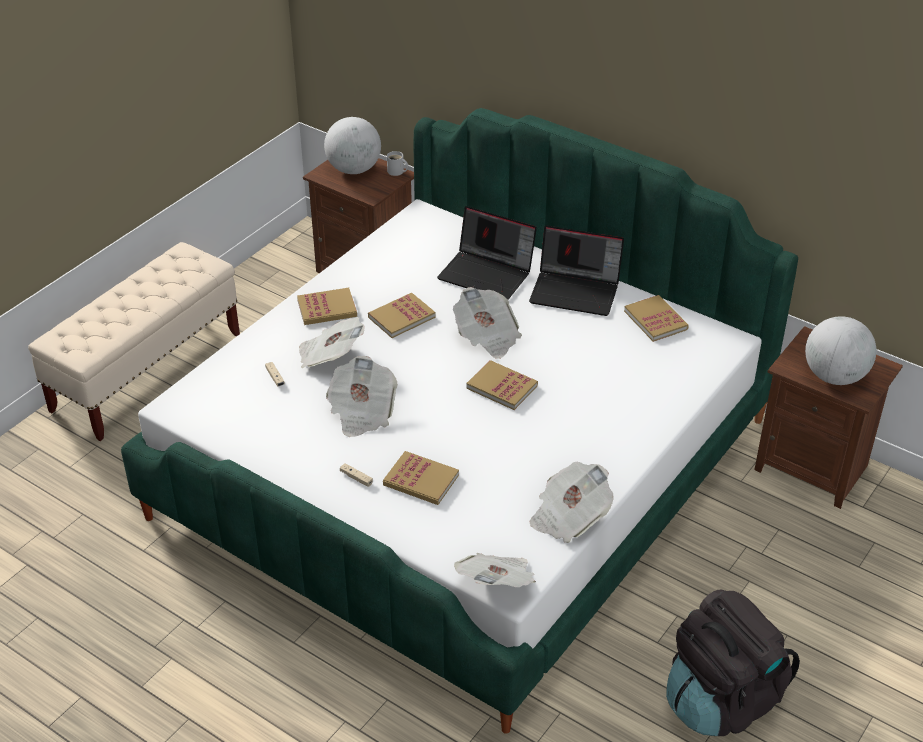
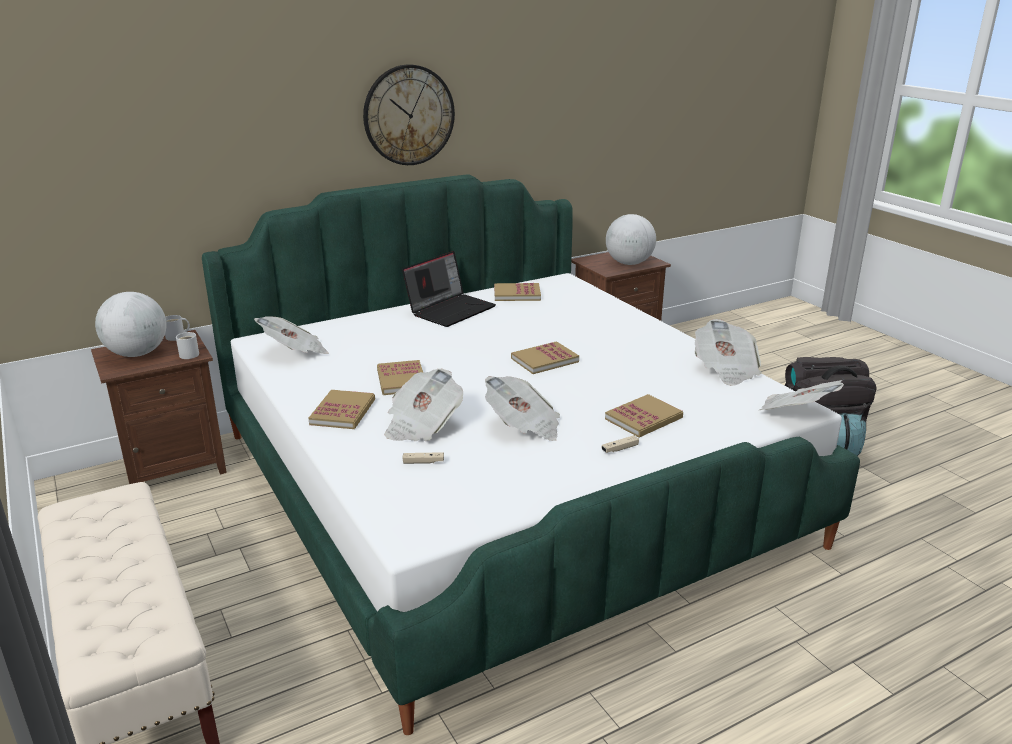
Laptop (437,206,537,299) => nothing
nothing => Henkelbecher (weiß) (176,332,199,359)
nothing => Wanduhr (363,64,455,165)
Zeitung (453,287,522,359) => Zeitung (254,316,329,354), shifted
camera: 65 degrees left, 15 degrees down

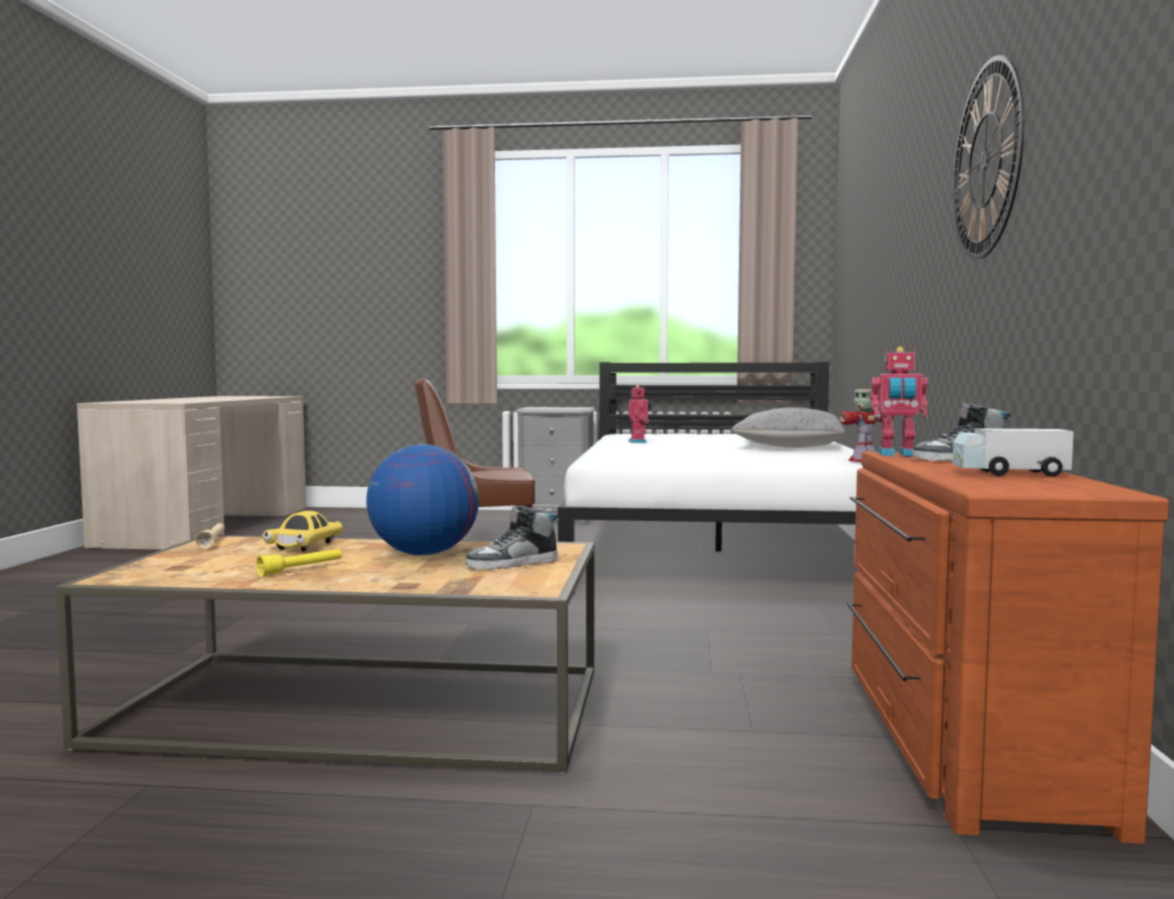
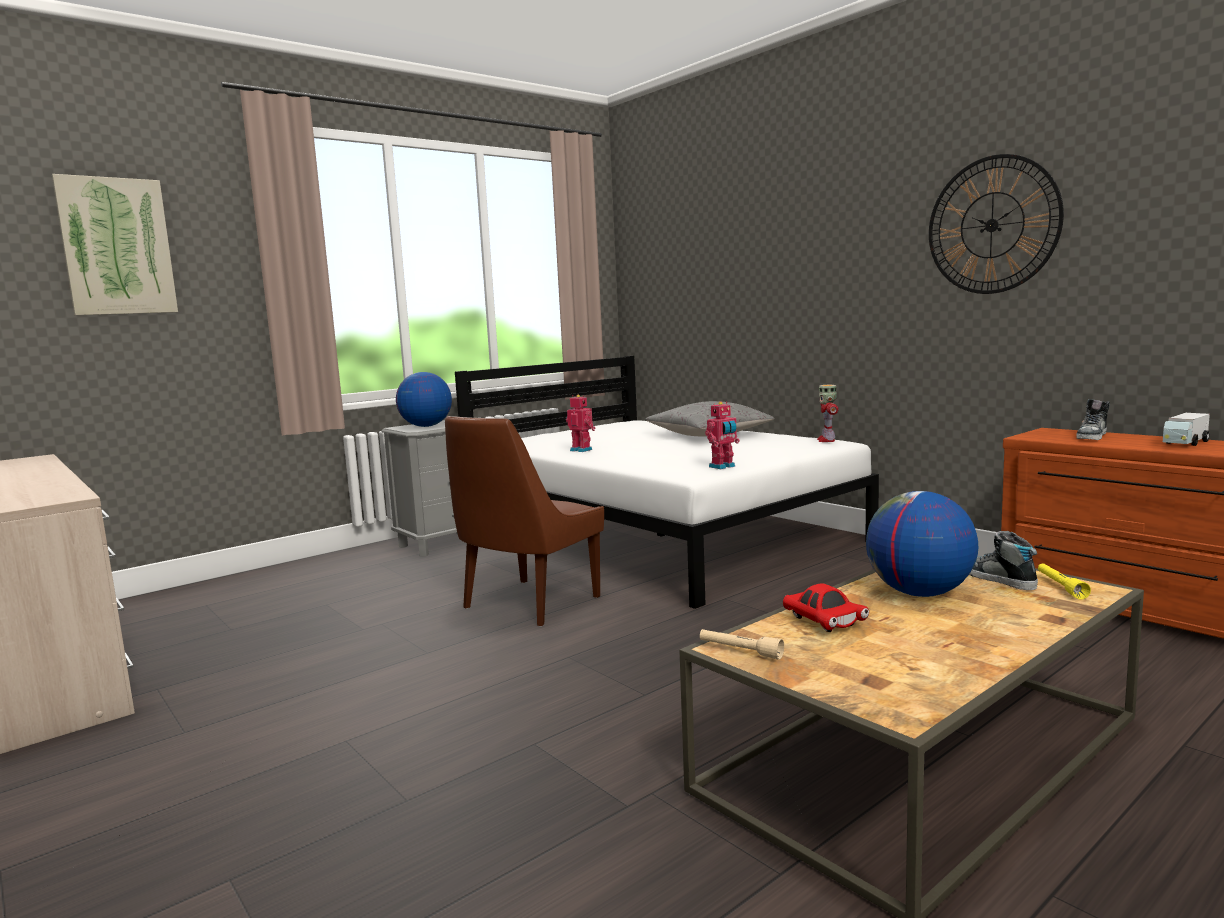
nothing => Bild (52,174,178,315)
nothing => Globus (396,372,452,427)
Taschenlampe (gelb) (256,549,342,576) => Taschenlampe (gelb) (1038,563,1091,600), shifted
Spielzeugroboter (870,346,928,456) => Spielzeugroboter (705,402,740,469), shifted
Spielzeugauto (gelb) (263,511,343,551) => Spielzeugauto (rot) (783,583,869,632)
Schuh (466,505,559,570) => Schuh (969,531,1038,590), 135 degrees clockwise
camera: 45 degrees left, 5 degrees up

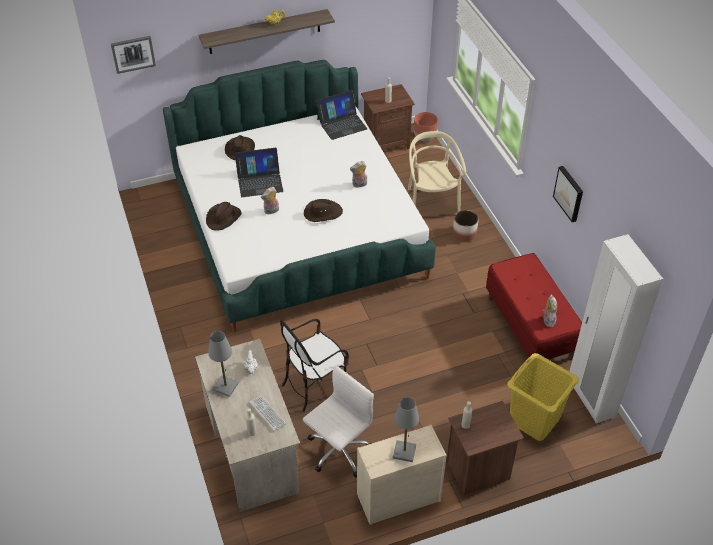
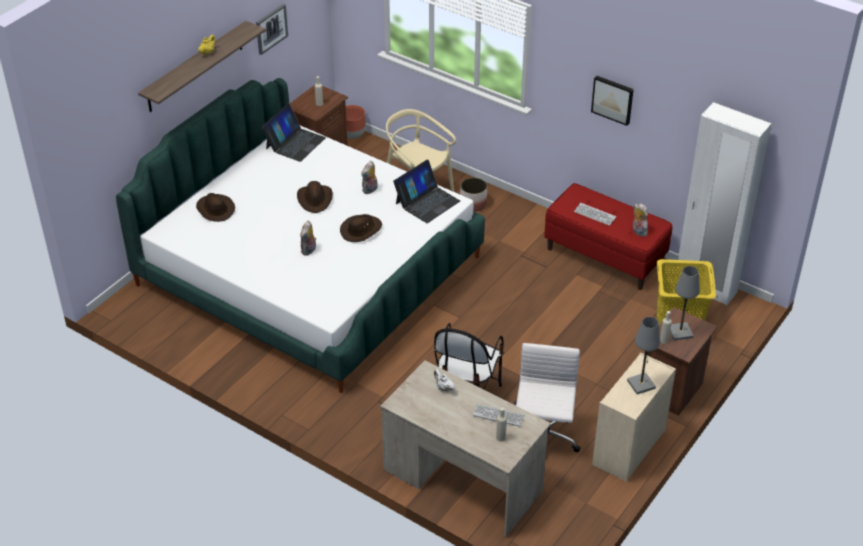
nothing => Tastatur (574,203,616,226)
Bild (111,36,156,74) => Bild (256,4,288,55), shifted
Hut (braun) (206,202,242,231) => Hut (braun) (297,181,333,213), shifted
Tischlampe (grau) (208,331,239,397) => Tischlampe (grau) (670,266,700,341), shifted
Laptop (235,148,284,197) => Laptop (393,160,460,223), shifted
camera: 35 degrees left, 5 degrees down

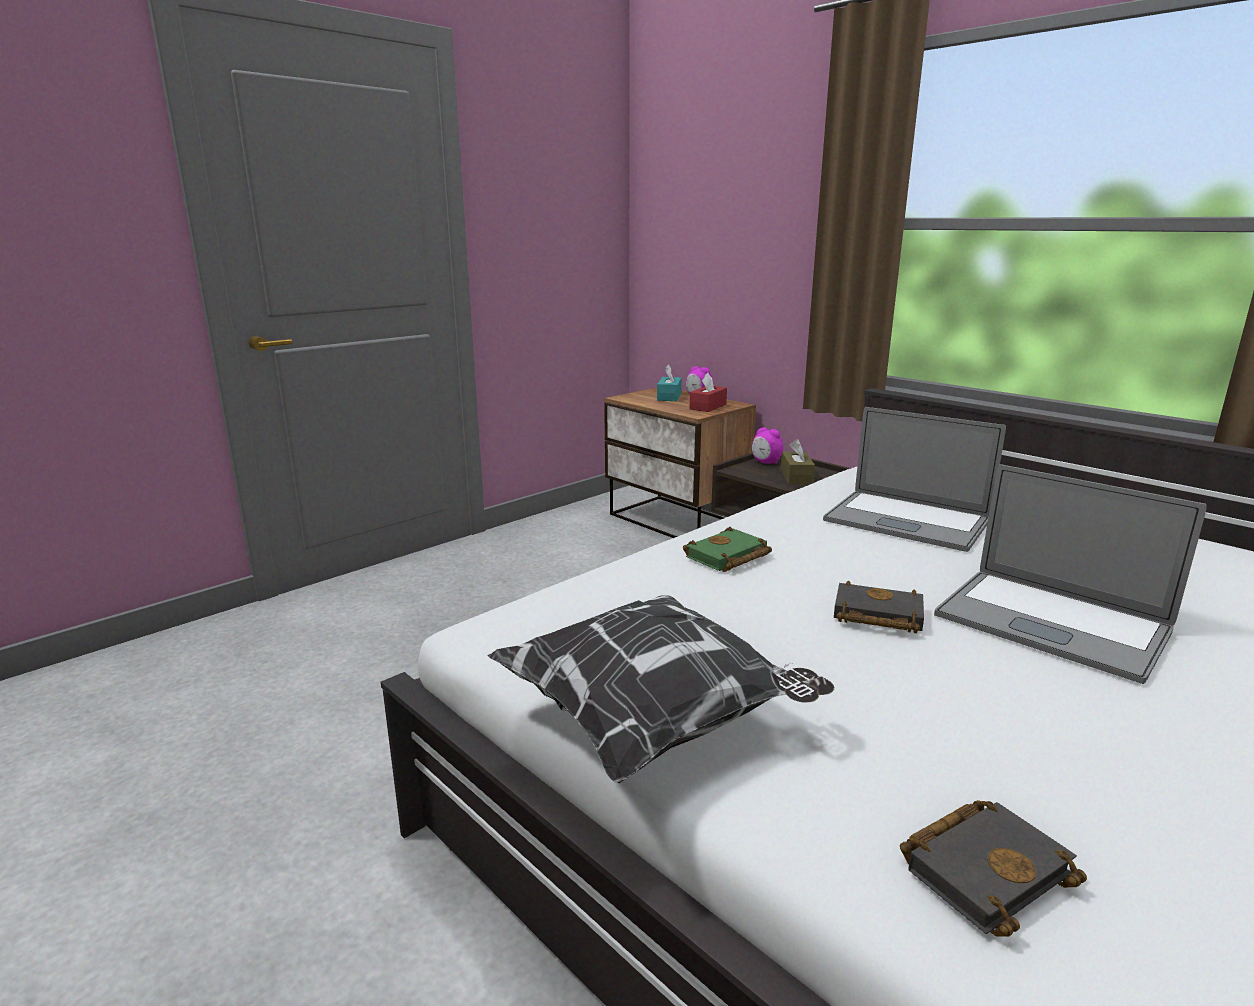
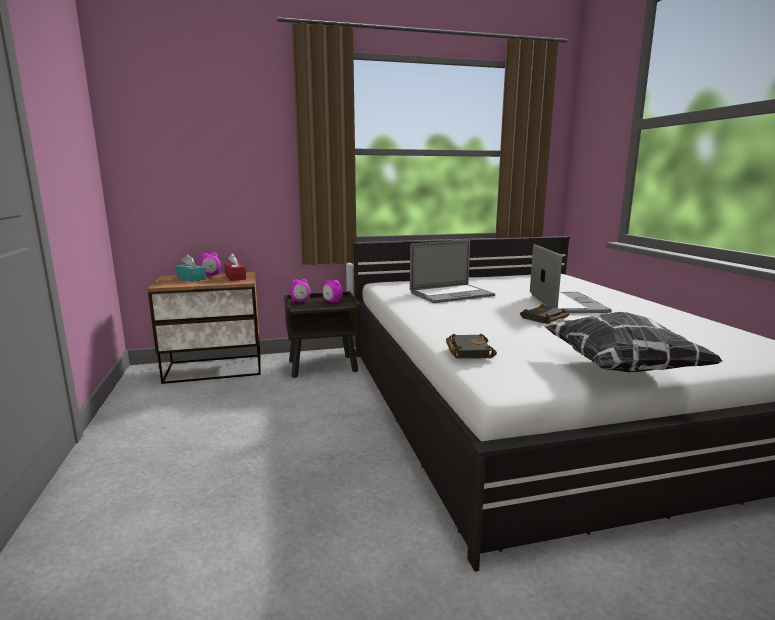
Buch (grün) (683,527,772,572) => nothing
Buch (schwarz) (900,800,1087,937) => Buch (schwarz) (446,334,497,359), shifted
Taschentuchbox (braun) (781,439,815,484) => Wecker (323,279,343,303)
Laptop (934,464,1207,684) => Laptop (530,244,612,313), 75 degrees counterclockwise
camera: 60 degrees left, 5 degrees down

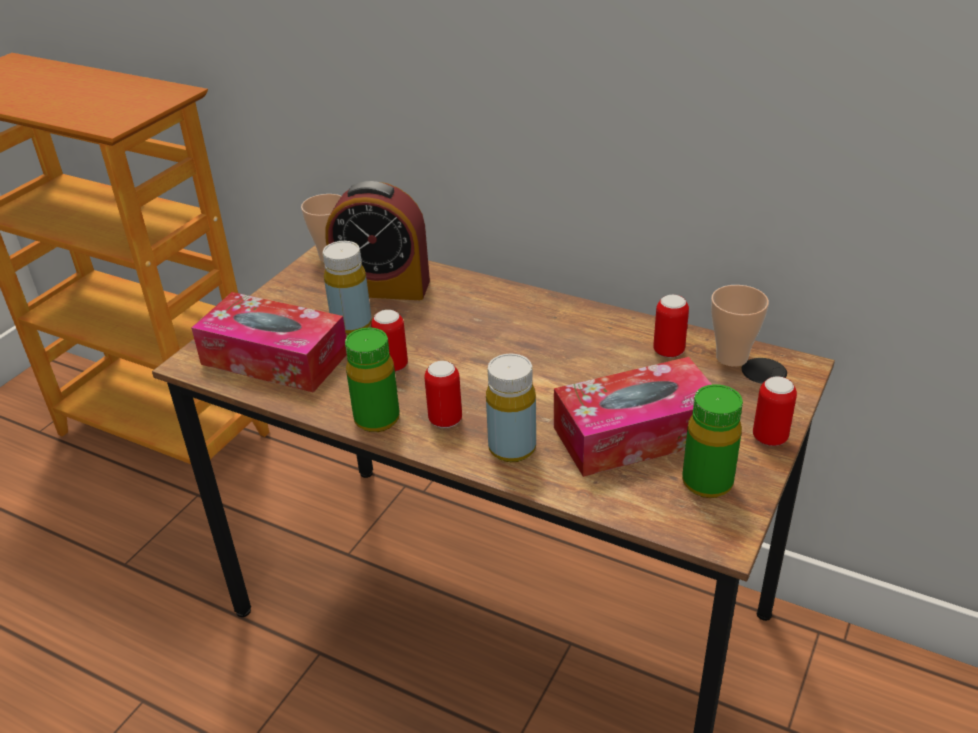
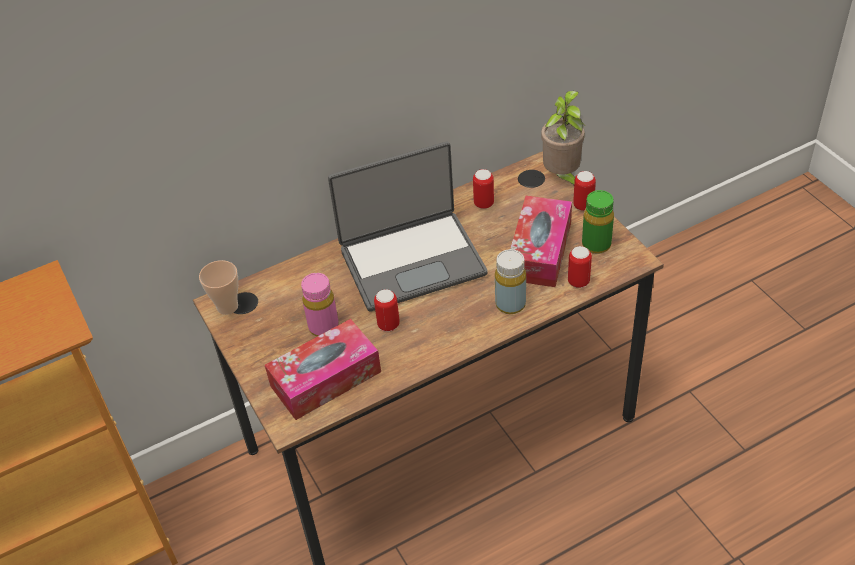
Wecker (325,181,430,300) => nothing
Flasche (grün) (345,328,400,432) => nothing
Tasse (711,285,769,367) => nothing
nothing => Laptop (328,142,488,312)
nothing => Topfpflanze (541,91,585,185)
Dose (424,361,462,428) => Dose (568,246,592,288), shifted
Flasche (gelb) (323,241,372,335) => Flasche (rosa) (301,273,339,336)
camera: 55 degrees left, 10 degrees up

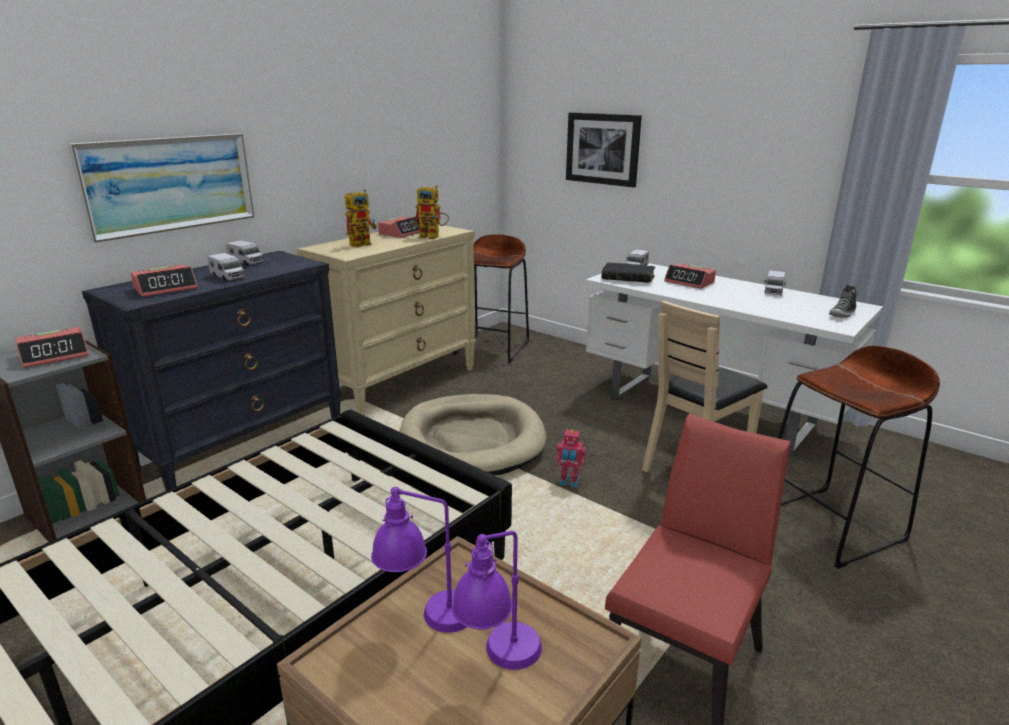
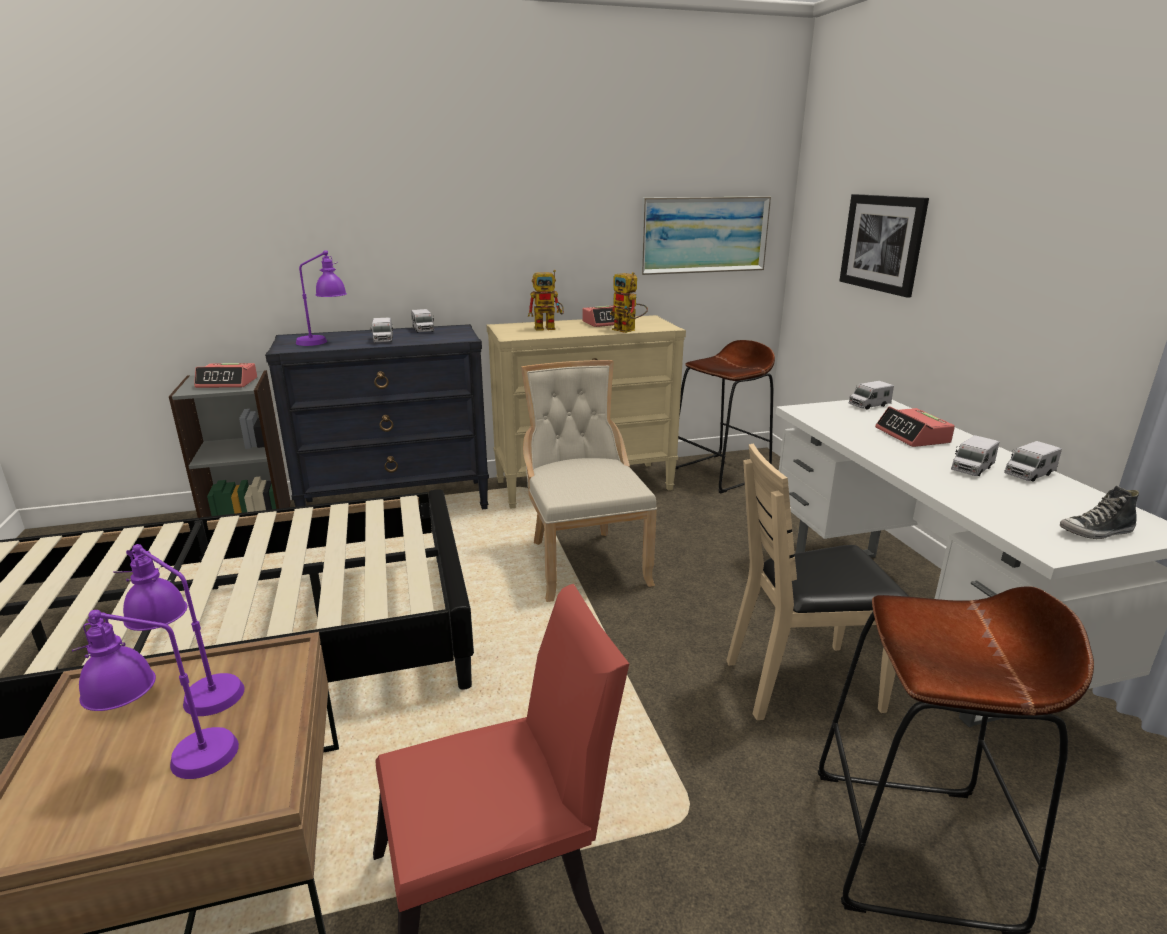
Spielzeugroboter (556,430,586,487) => nothing
Buch (schwarz) (601,262,655,283) => nothing
nothing => Spielzeuglaster (951,435,1000,476)
Bild (68,134,254,243) => Bild (640,196,771,275), shifted
Wecker (131,265,198,297) => Tischlampe (lila) (296,250,347,346)
Hundebett (beige) (399,394,546,475) => Stuhl (beige) (521,360,657,602)
camera: 35 degrees right, 0 degrees up

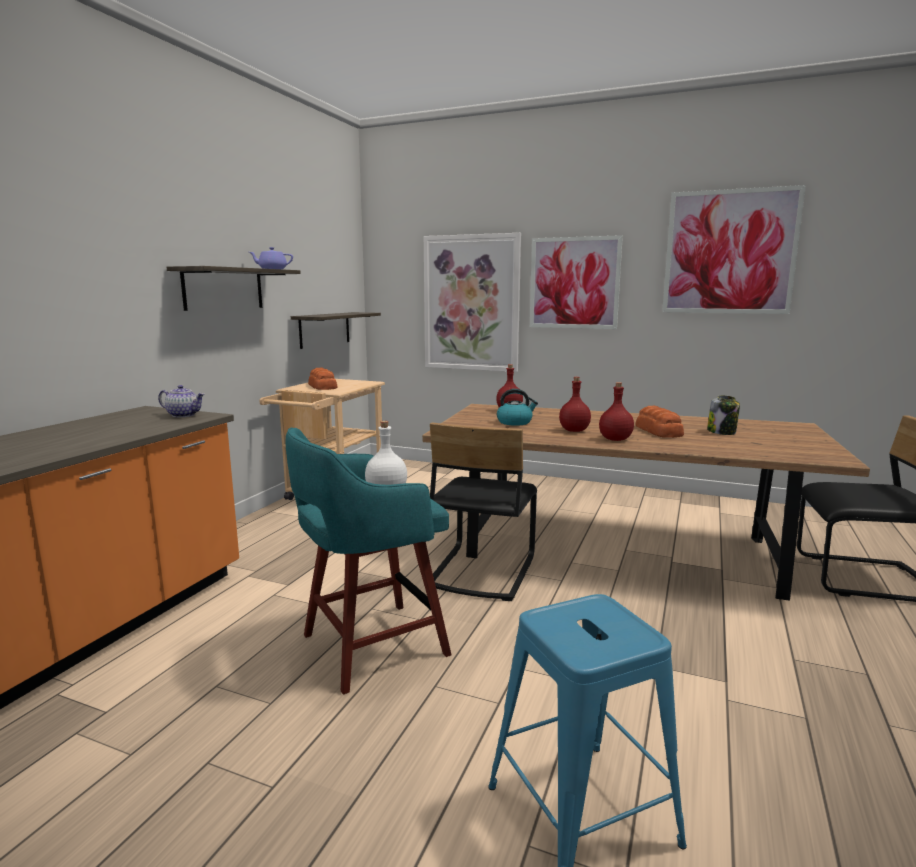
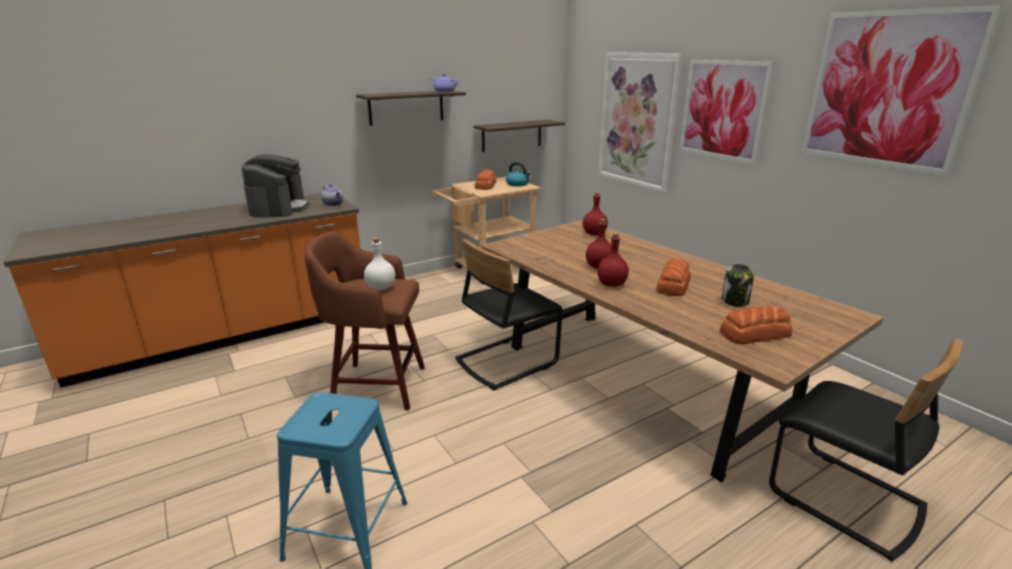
nothing => Kaffeemaschine (242,154,309,218)
nothing => Brot (720,306,792,344)
Wasserkessel (497,389,538,426) => Wasserkessel (506,162,531,187), shifted
Hocker (türkis) (285,427,452,695) => Hocker (braun) (305,231,425,410)
camera: 35 degrees right, 10 degrees up

